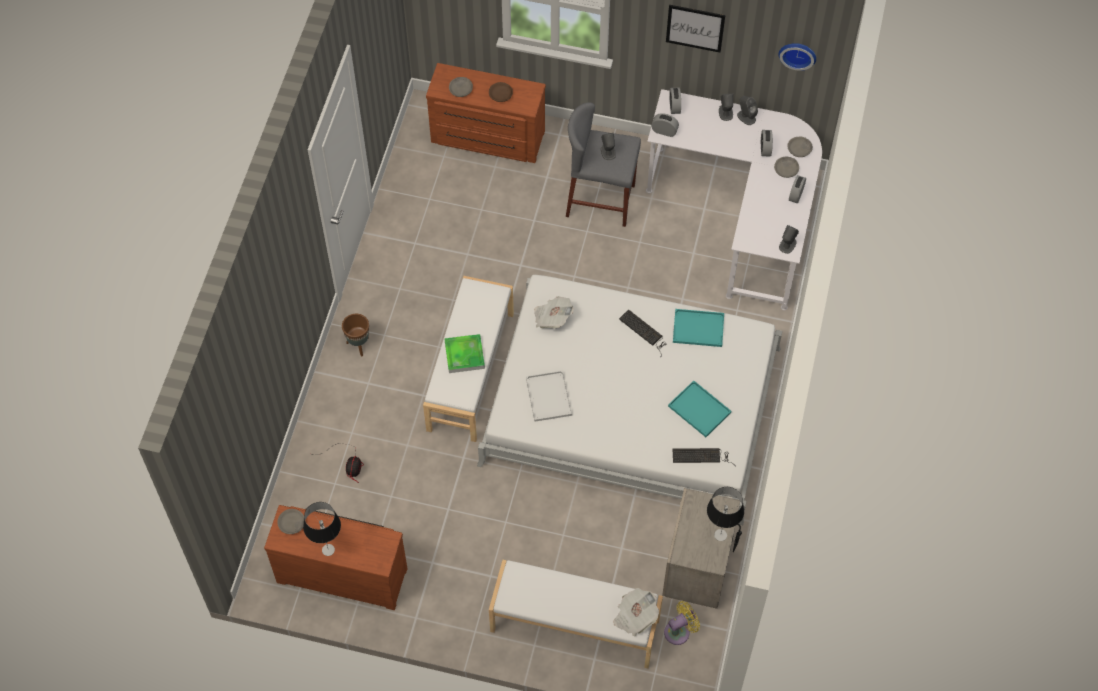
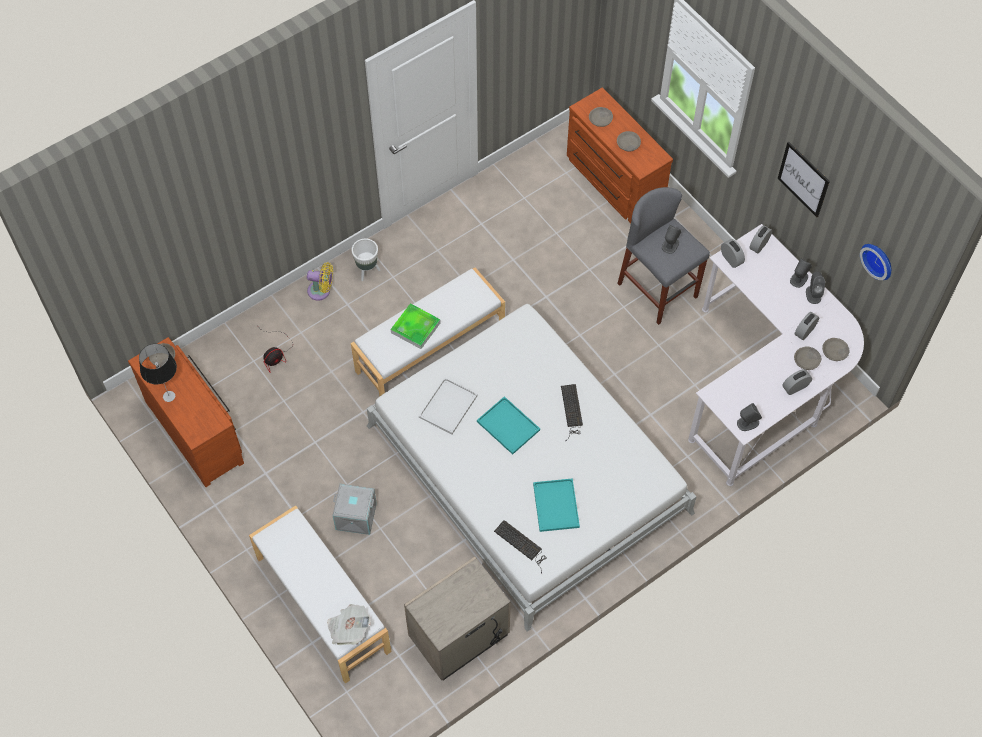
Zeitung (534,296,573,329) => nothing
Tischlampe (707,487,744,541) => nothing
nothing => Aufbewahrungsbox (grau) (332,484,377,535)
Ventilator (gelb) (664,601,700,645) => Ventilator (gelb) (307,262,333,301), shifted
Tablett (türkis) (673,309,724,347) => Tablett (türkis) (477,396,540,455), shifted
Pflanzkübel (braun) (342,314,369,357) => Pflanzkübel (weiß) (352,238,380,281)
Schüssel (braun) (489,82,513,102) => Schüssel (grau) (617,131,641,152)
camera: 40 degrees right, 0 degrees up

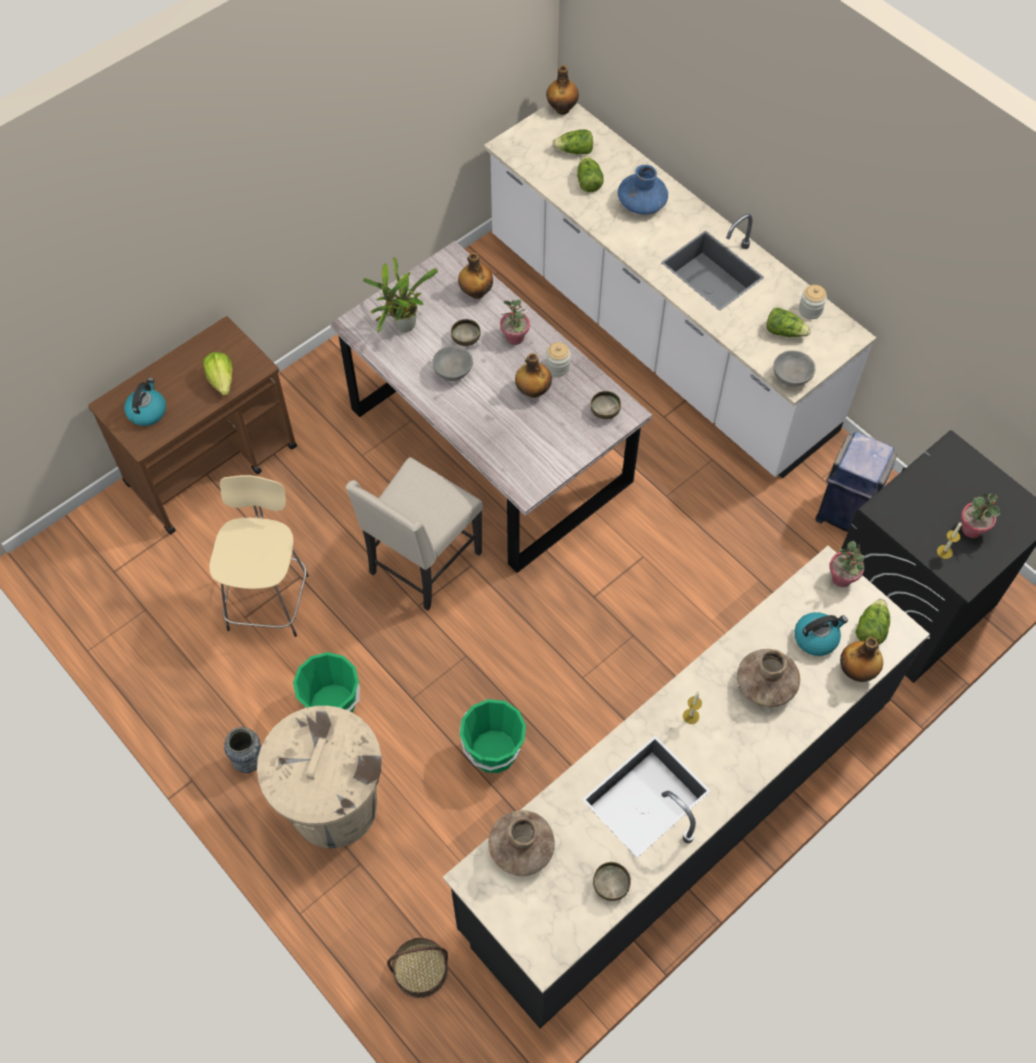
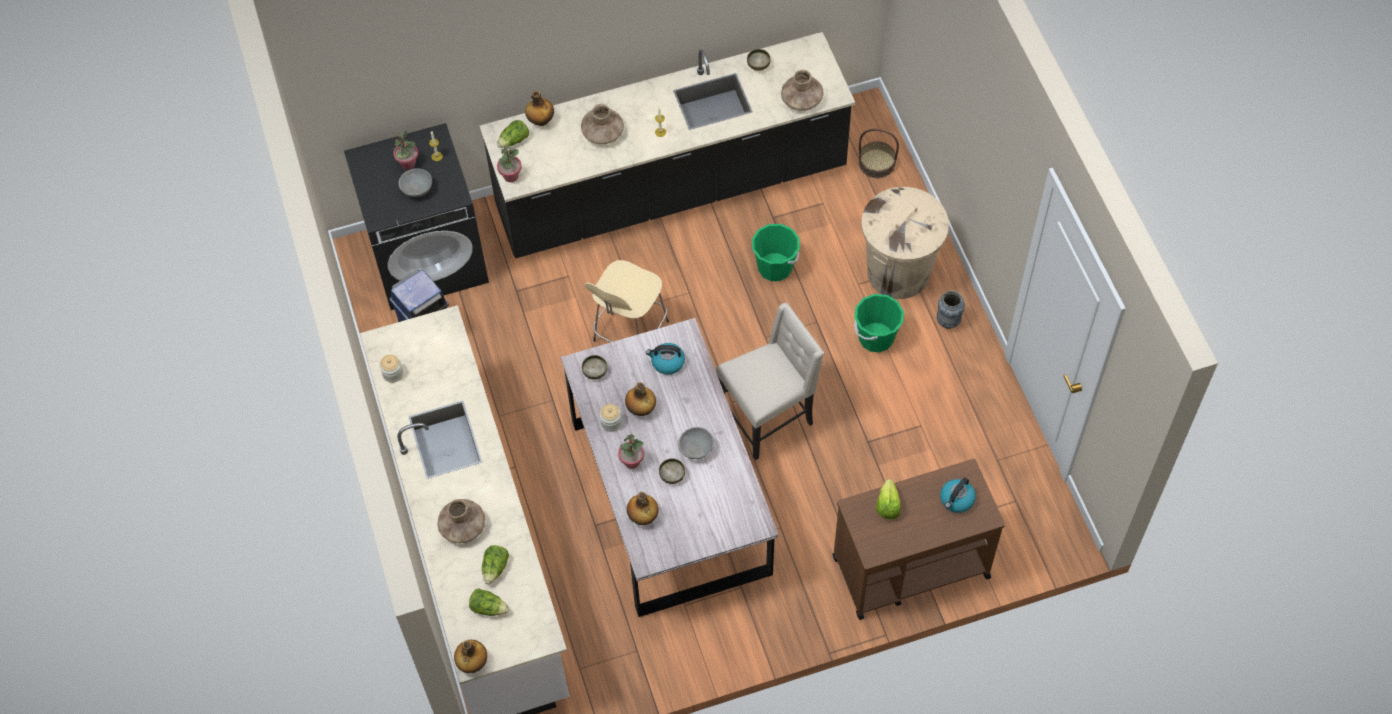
Topfpflanze (363,257,438,332) => nothing
Salatkopf (767,307,811,337) => nothing
Hocker (beige) (209,475,309,637) => Hocker (beige) (584,260,669,342), shifted
Schüssel (grau) (773,350,815,387) => Schüssel (grau) (399,168,432,197), shifted
Wasserkessel (794,612,848,656) => Wasserkessel (646,343,685,375), shifted
Vase (blau) (618,165,668,214) => Vase (braun) (438,499,485,543)
camera: 155 degrees left, 0 degrees up

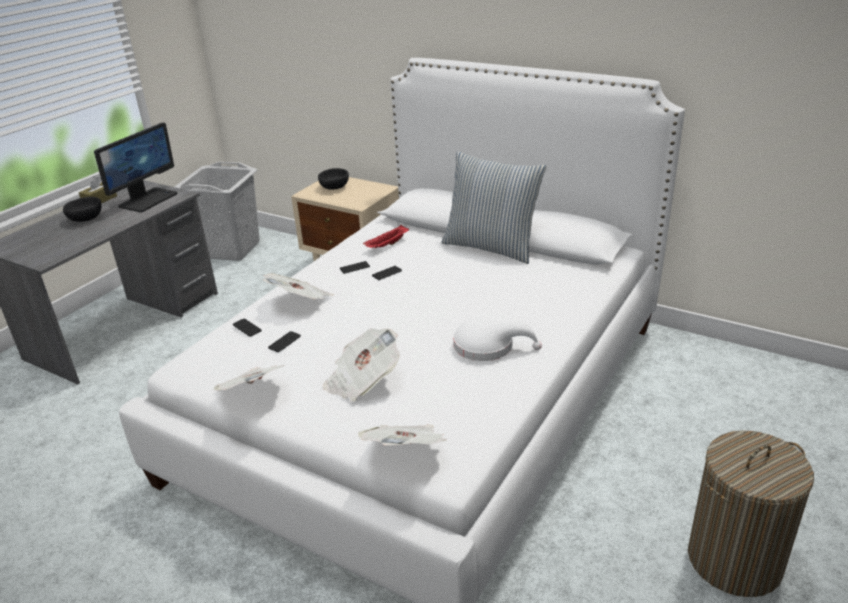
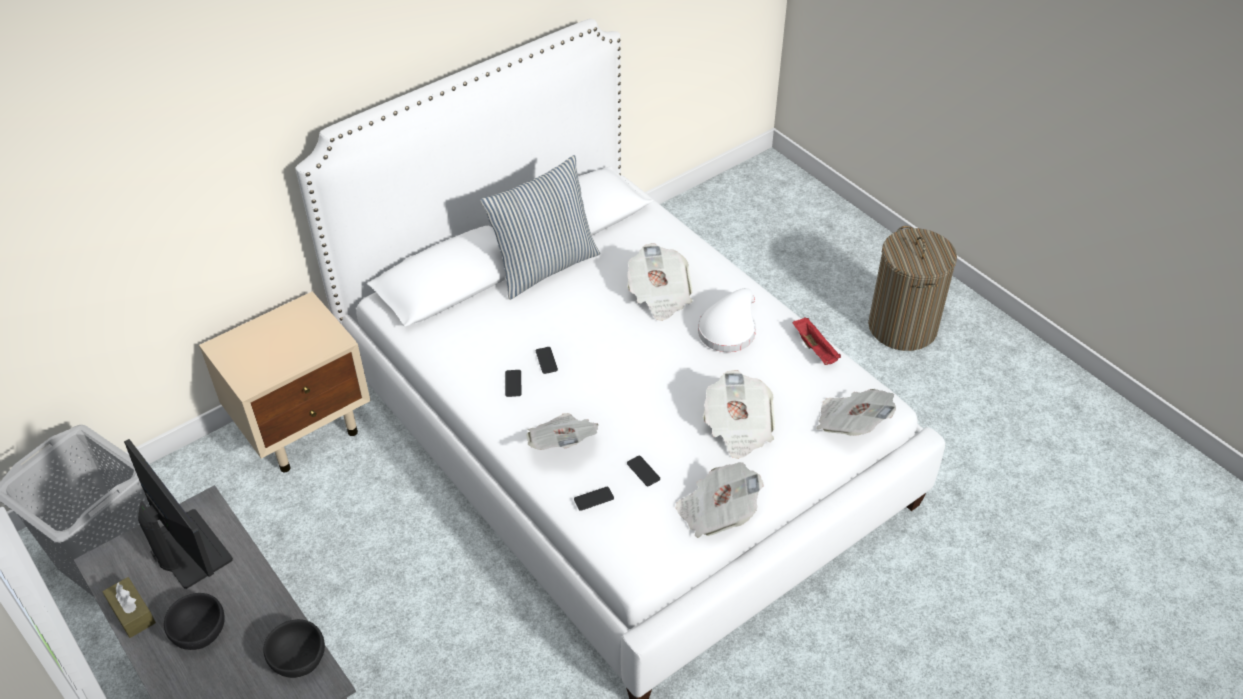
nothing => Zeitung (627,243,693,321)
Schüssel (schwarz) (318,168,349,190) => Schüssel (schwarz) (263,619,325,678), shifted
Tablett (rot) (363,225,409,248) => Tablett (rot) (793,317,841,365), shifted
camera: 70 degrees left, 15 degrees up

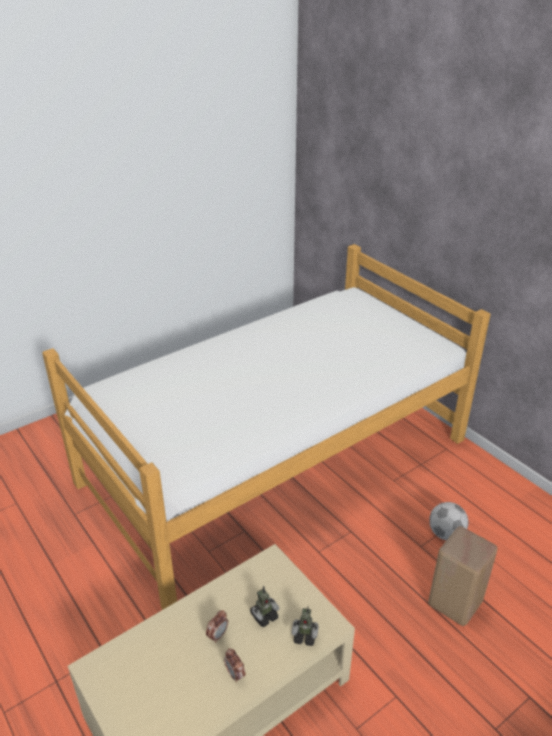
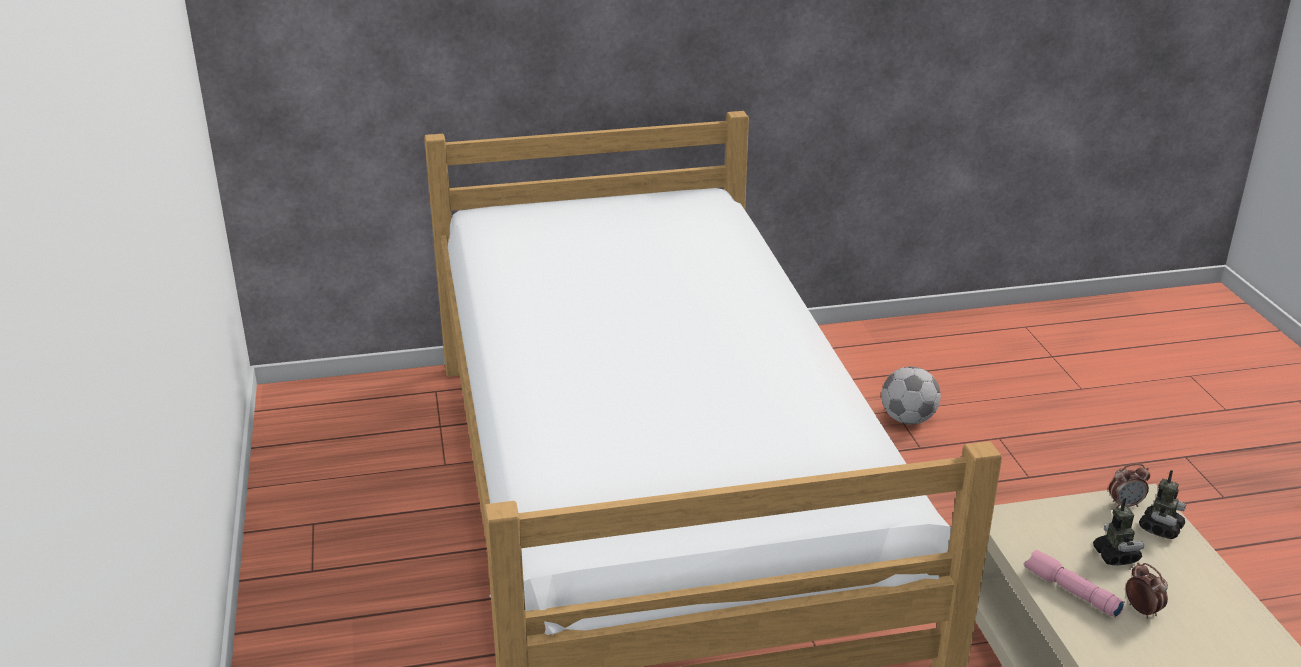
Hocker (beige) (428,526,497,626) => nothing
nothing => Taschenlampe (rosa) (1024,550,1125,618)
Wecker (224,649,246,683) => Wecker (1109,464,1150,509), shifted
camera: 65 degrees left, 5 degrees down

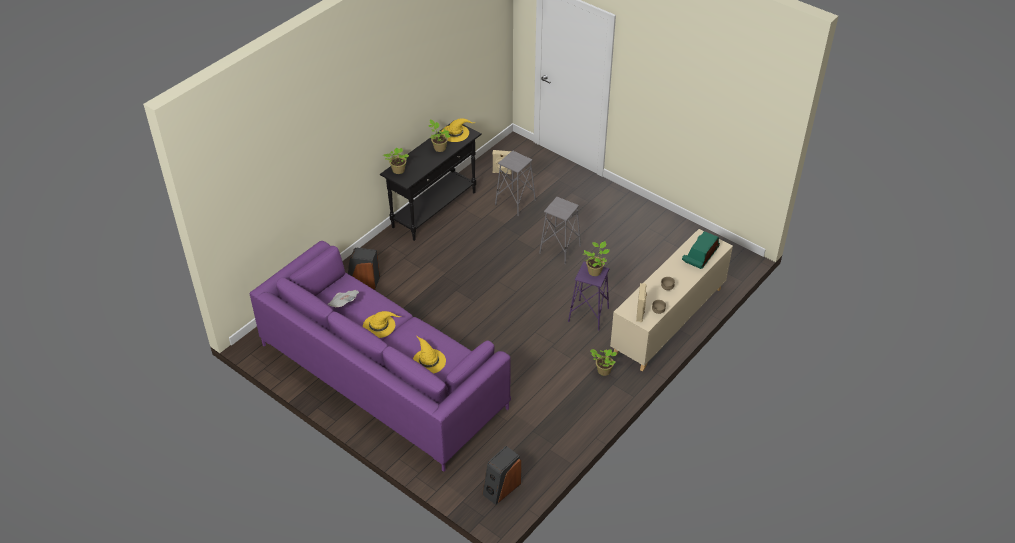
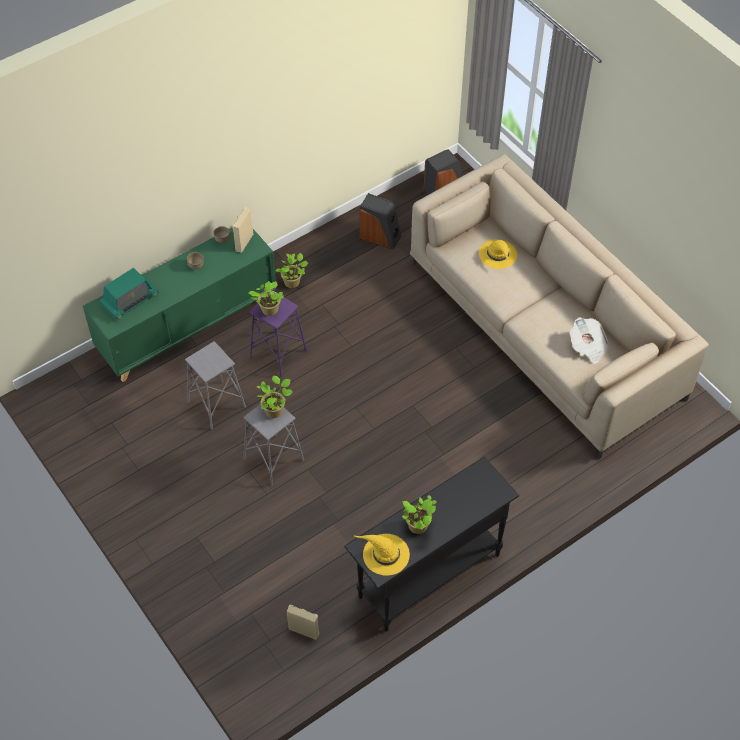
Hut (gelb) (363,311,401,338) => nothing
Lautsprecher (348,248,380,290) => Lautsprecher (359,193,401,249), shifted
Topfpflanze (383,147,409,174) => Topfpflanze (257,376,293,418), shifted
Hocker (grau) (495,151,536,216) => Hocker (grau) (185,341,246,429), shifted
Sofa (lila) (250,241,511,472) => Sofa (beige) (410,154,709,459)
Schrank (beige) (610,229,733,371) => Schrank (grün) (83,228,277,382)
camera: 165 degrees left, 10 degrees up

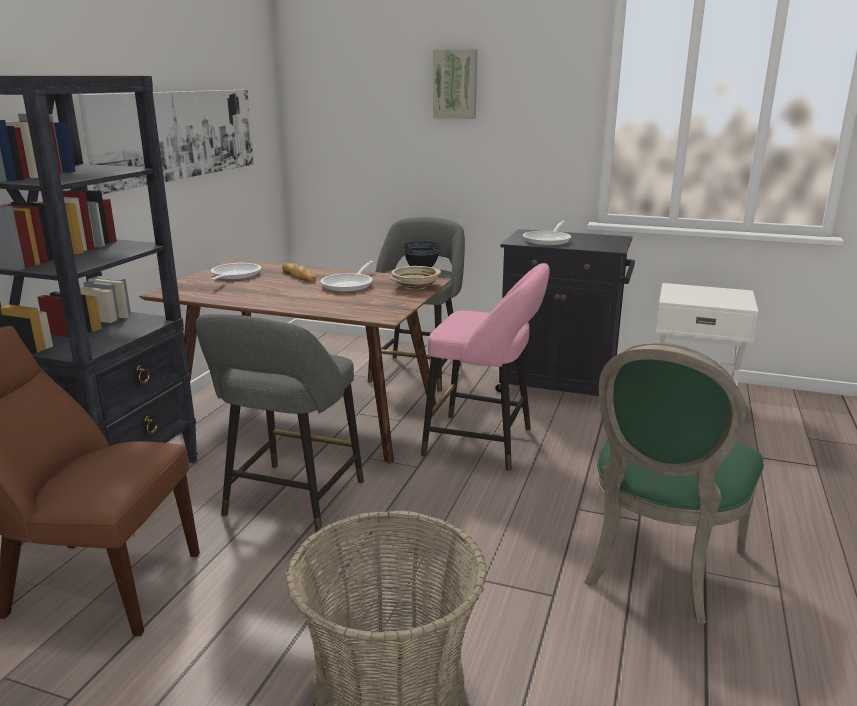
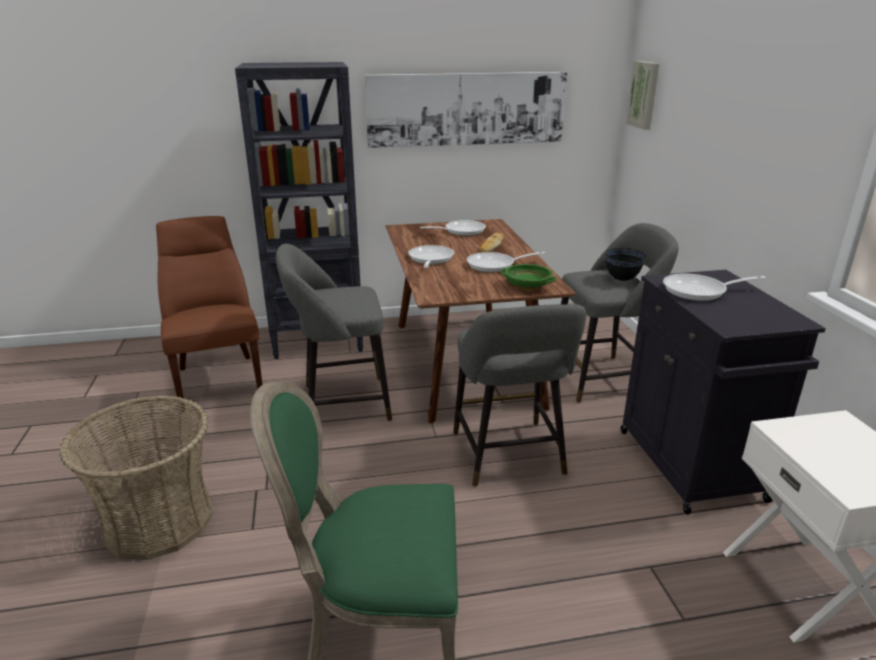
nothing => Pfanne (408,245,454,268)
Bild (433,49,477,119) => Bild (626,61,660,130), shifted
Schüssel (beige) (389,266,441,290) => Schüssel (grün) (501,264,557,291)
Hocker (rosa) (421,263,550,471) => Hocker (grau) (453,304,586,487)
camera: 60 degrees right, 5 degrees up

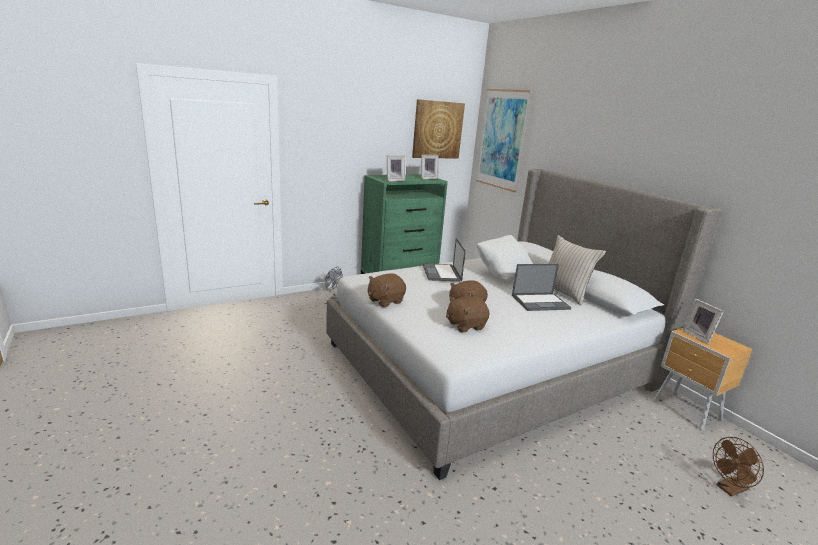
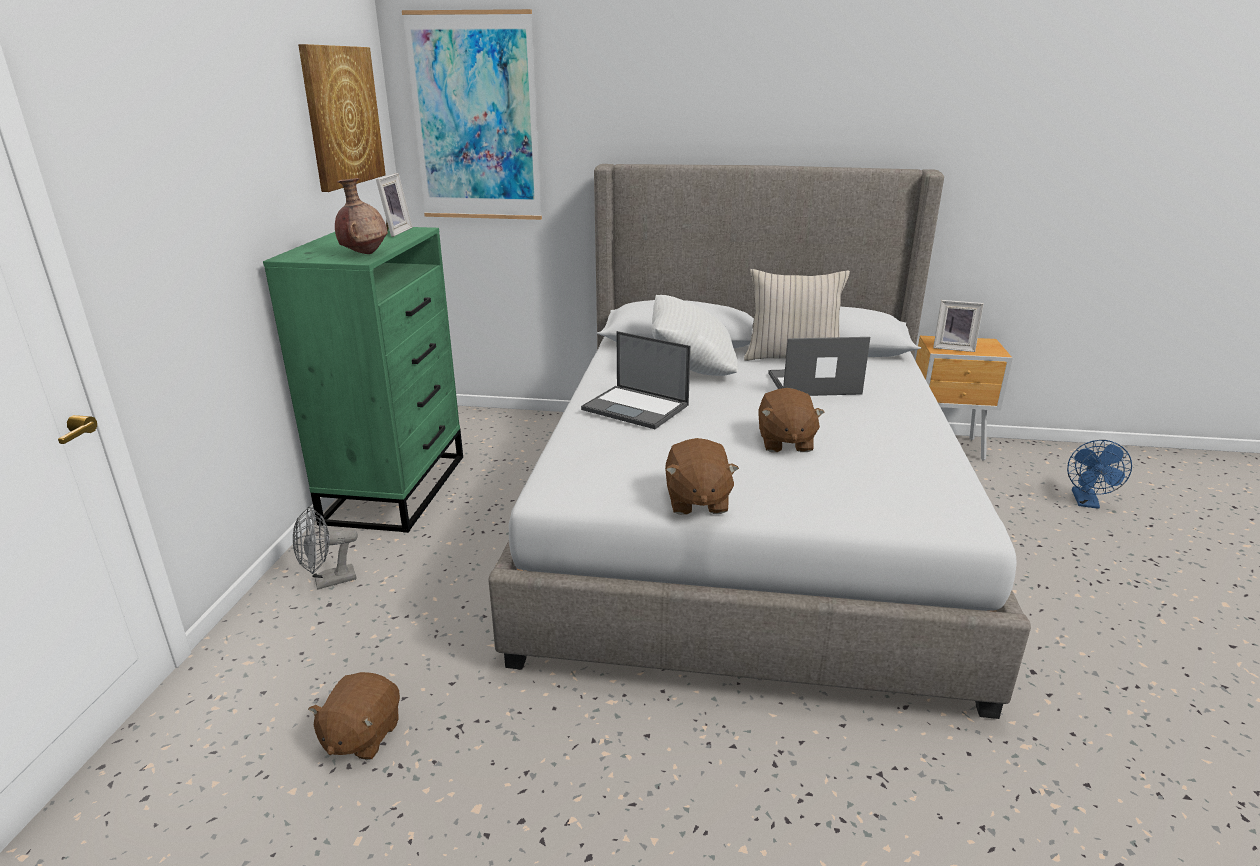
Plüschtier (braun) (446,296,490,332) => Plüschtier (braun) (308,672,400,760), shifted
Bilderrahmen (387,155,405,182) => Vase (braun) (335,178,388,254)
Ventilator (braun) (713,437,764,497) => Ventilator (blau) (1067,440,1132,509)
Laptop (512,264,571,311) => Laptop (768,337,870,396), 120 degrees counterclockwise
camera: 50 degrees left, 5 degrees up

